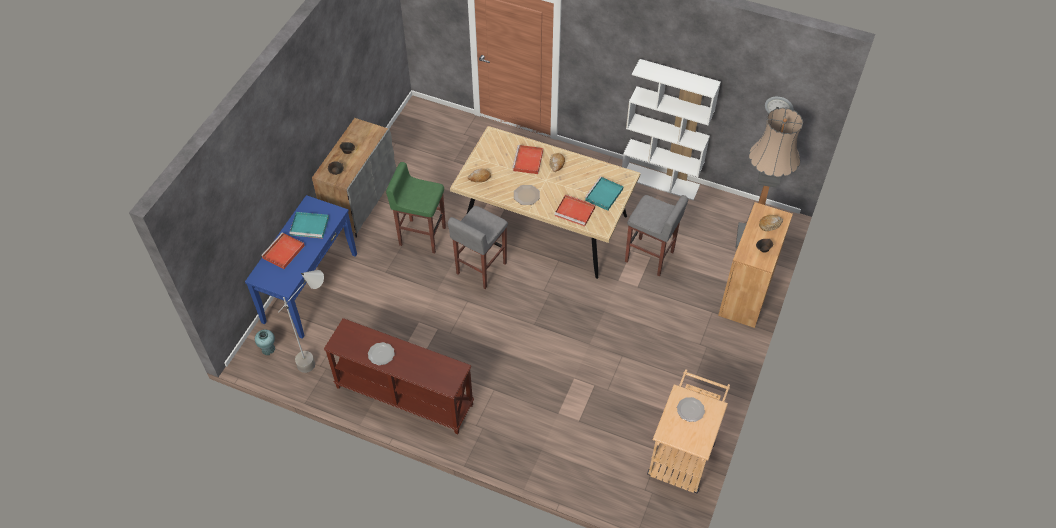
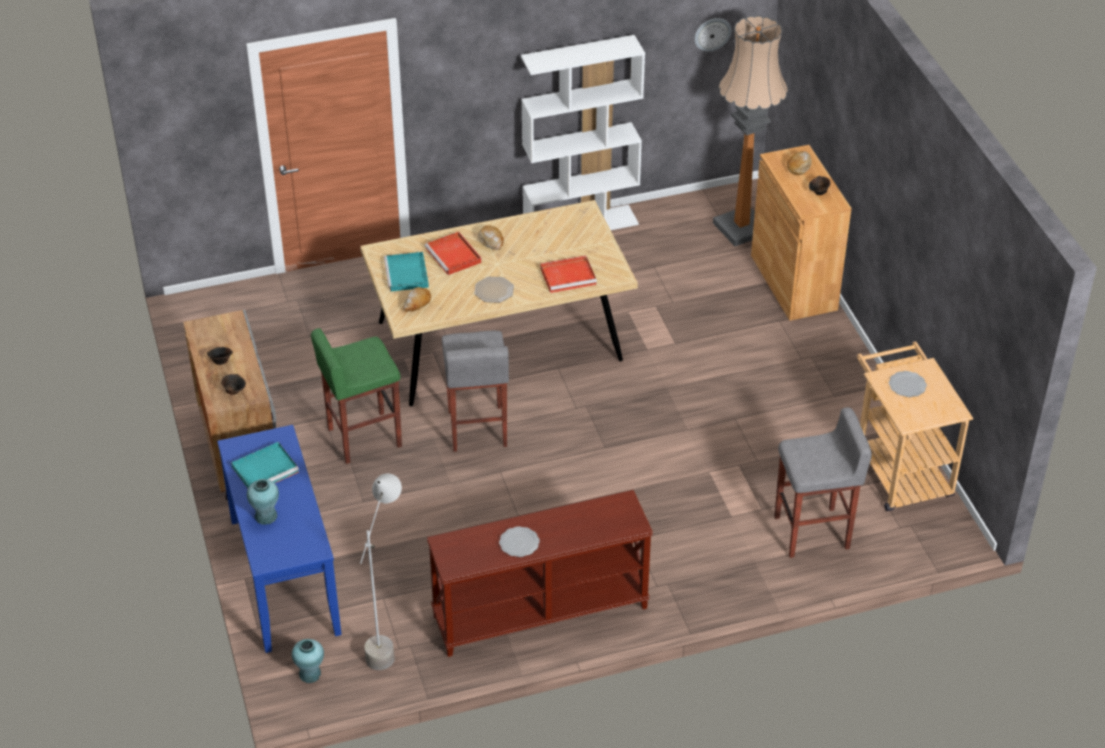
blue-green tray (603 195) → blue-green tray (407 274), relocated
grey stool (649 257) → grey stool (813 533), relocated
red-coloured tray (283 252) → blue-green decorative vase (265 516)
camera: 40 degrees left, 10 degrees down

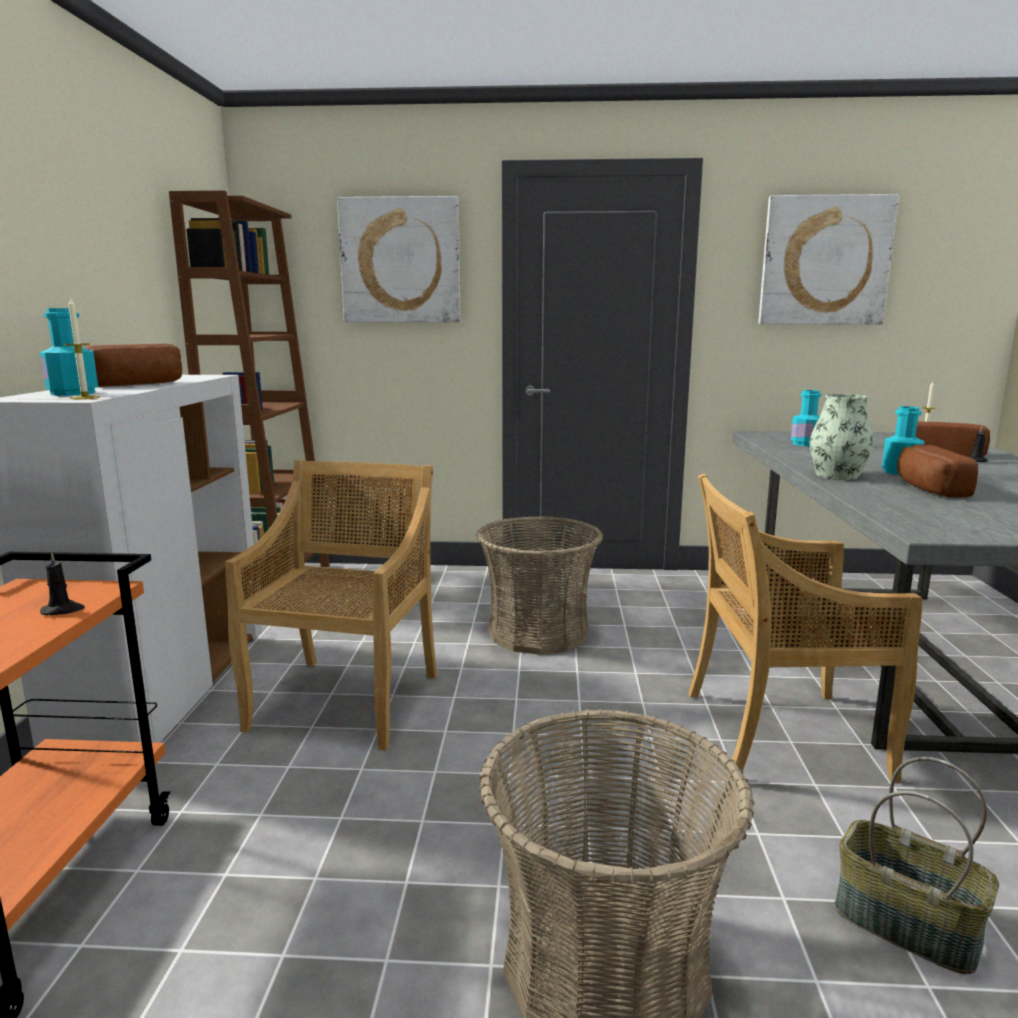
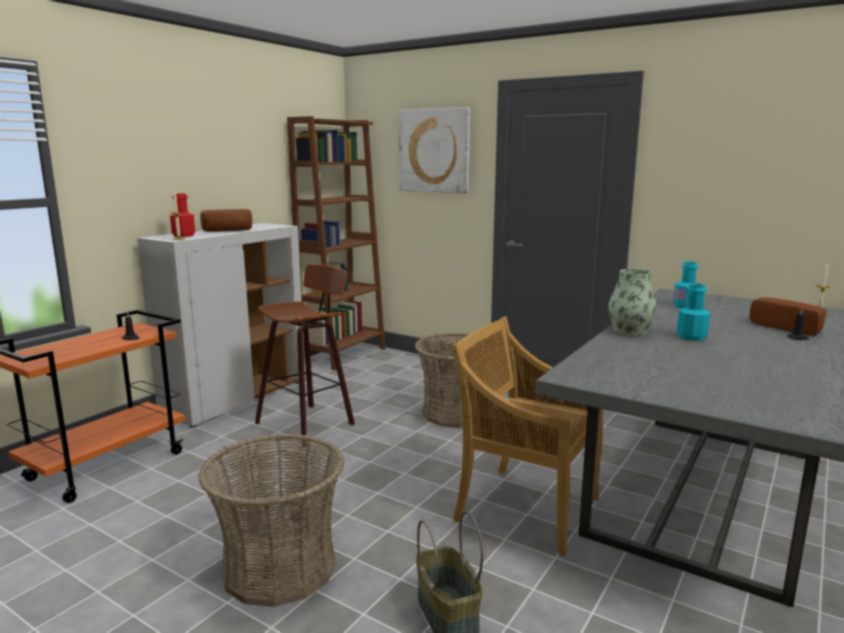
wall art (824 261) → -
blue-green drink bottle (73 393) → red-coloured drink bottle (183 235)
bakery bread (926 488) → -
beige plain chair (346 700) → stool (308 423)
camera: 30 degrees right, 0 degrees up

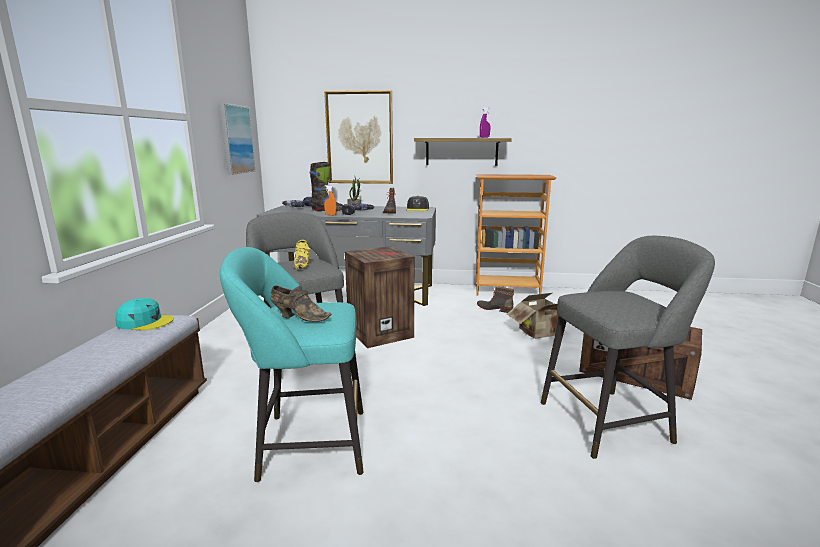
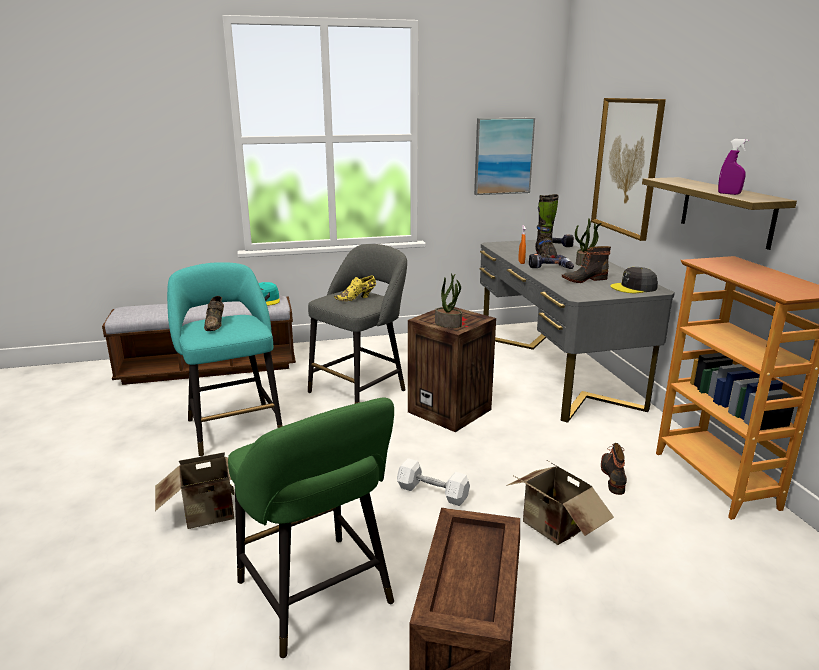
grey stool (610 421) → green stool (318 598)
- → plant in a pot (448 324)
- → cardboard box (212 515)
- → white free weight (432 492)
camera: 70 degrees right, 5 degrees up

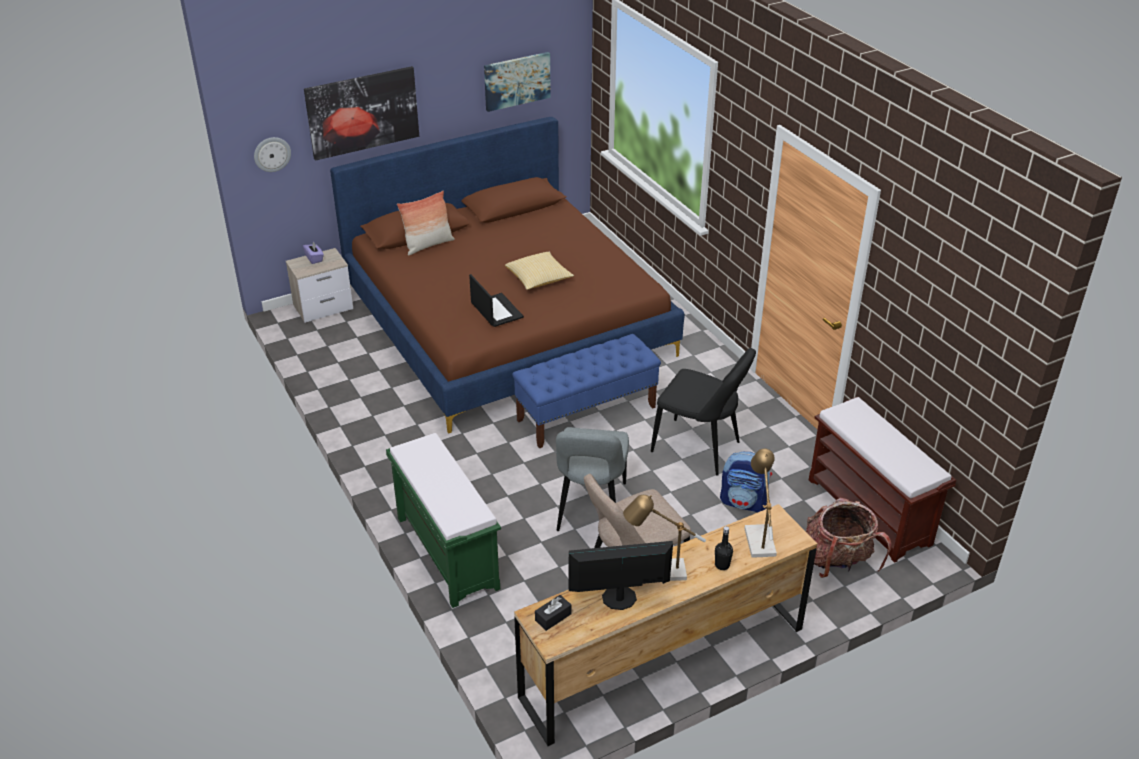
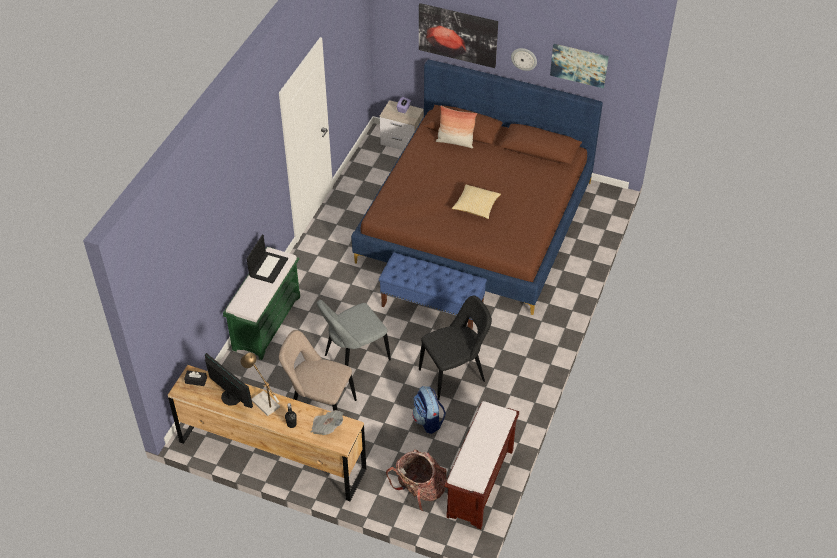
wall clock (272 154) → wall clock (524 58), relocated
portable computer (496 310) → portable computer (268 267), relocated
blackish plain chair (699 448) → blackish plain chair (455 374), 105 degrees counterclockwise
tabletop lamp (758 537) → newspaper (327 427)
camera: 50 degrees right, 10 degrees up

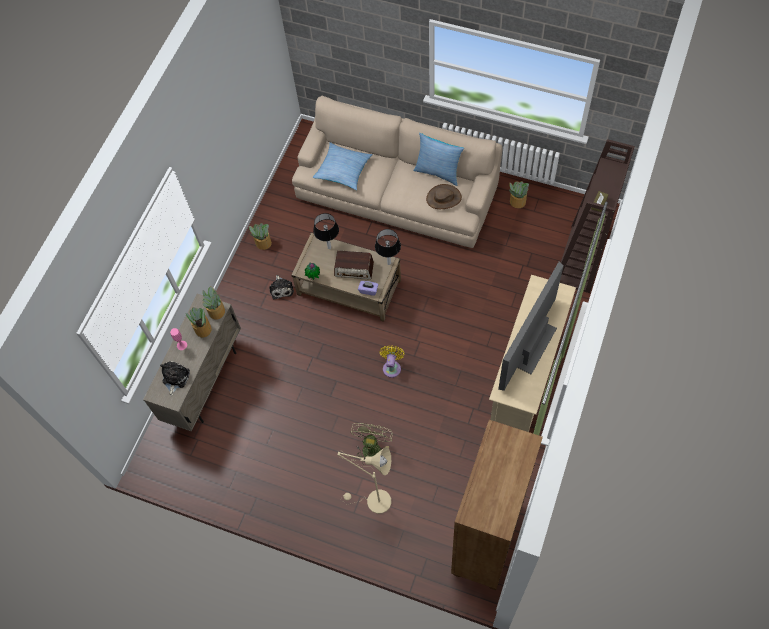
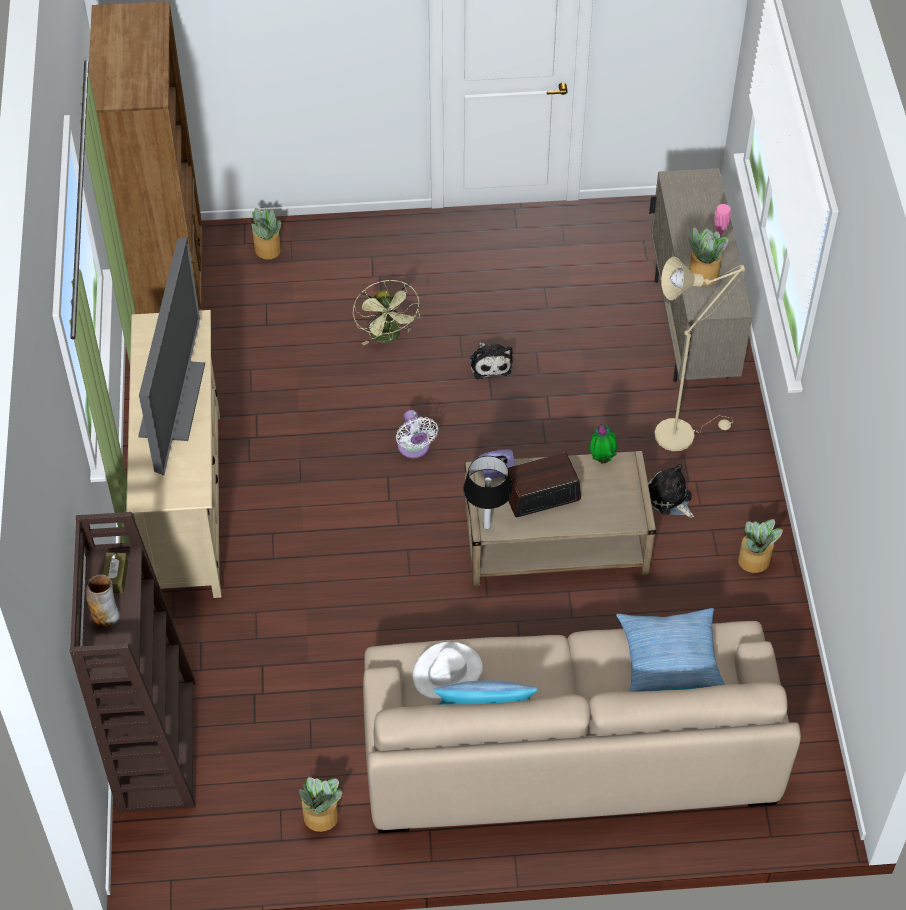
brown-coloured hat (443 198) → white hat (447 672)
tabletop lamp (329 247) → -
plant in a pot (216 311) → plant in a pot (267 249), relocated
yellow cooling fan (392 367) → white cooling fan (414 448)
plush toy (175 378) → plush toy (490 363), relocated
beige floor lamp (374 501) → beige floor lamp (681 432), relocated
- → decorative vase (106 616)
camera: 150 degrees right, 10 degrees down

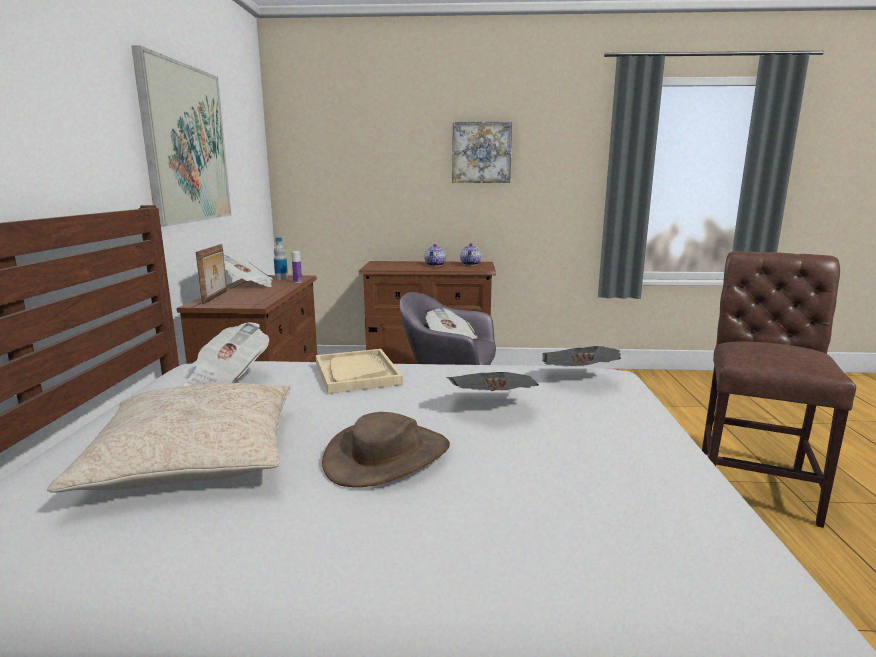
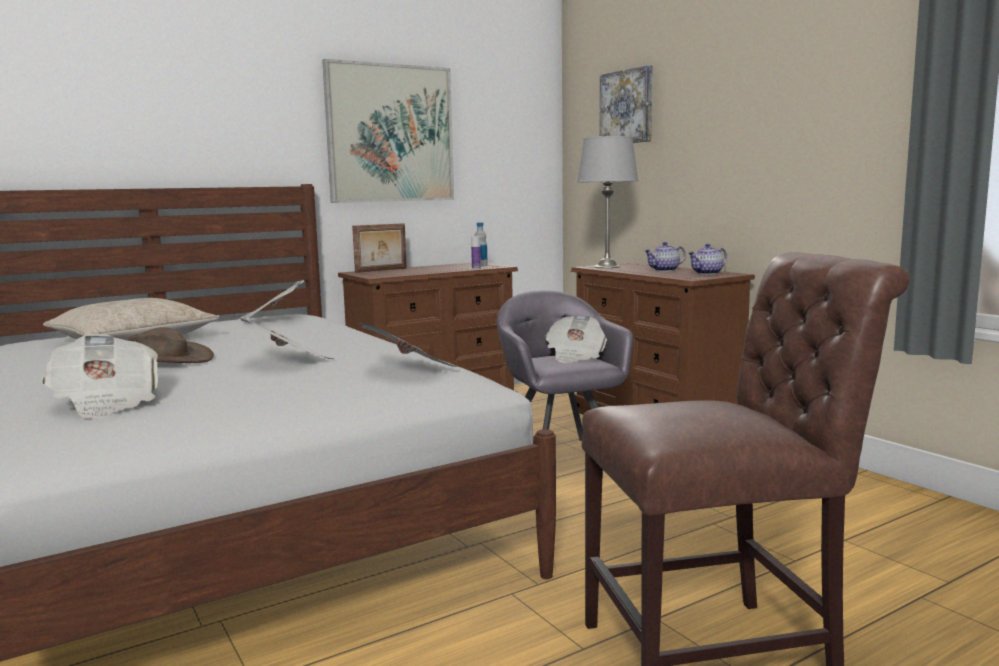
wall art (481 153) → wall art (627 107), relocated
newspaper (247 285) → newspaper (106 403), relocated
beige tray (356 373) → -
- → grey tabletop lamp (606 267)
camera: 55 degrees right, 5 degrees down

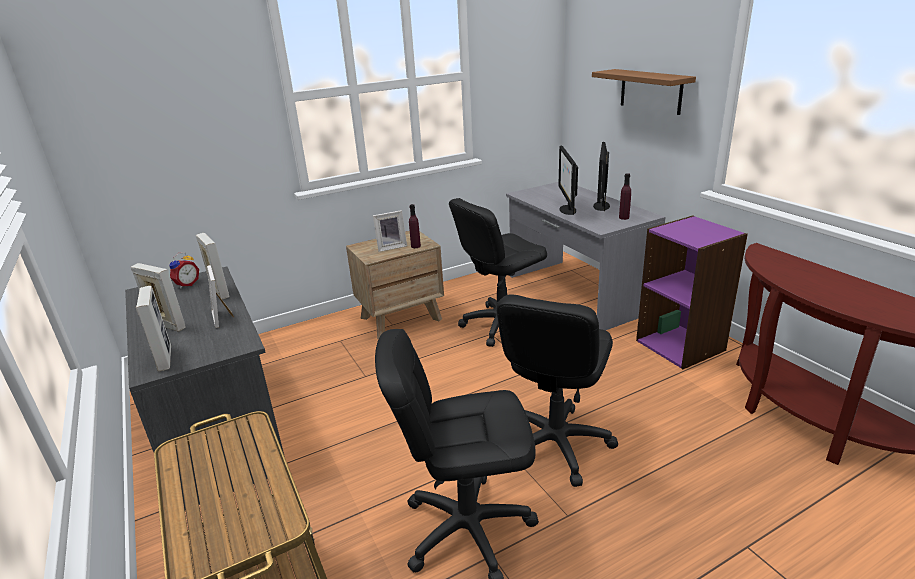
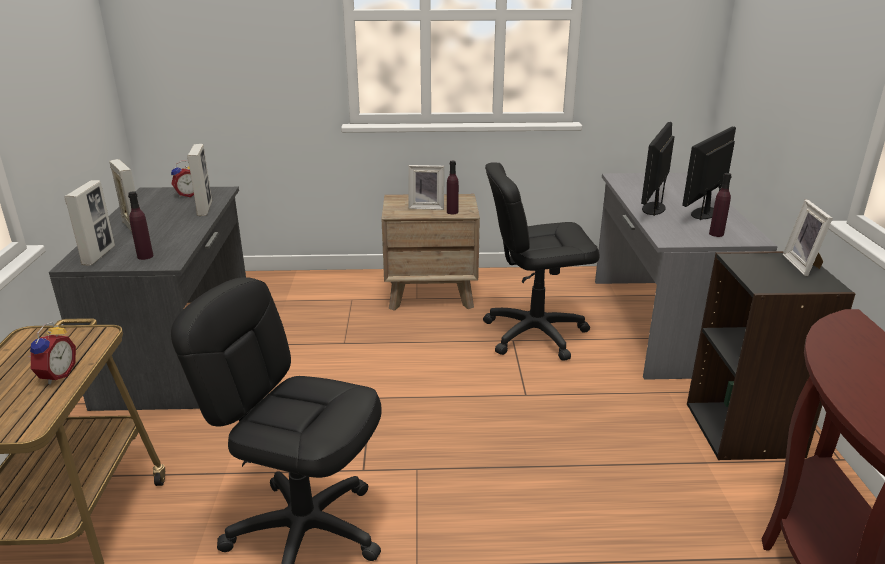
brown-coloured wall shelf (650 91) → -
purplish bookcase (681 345) → blackish bookcase (745 430)
picture frame (223 317) → picture frame (804 265), relocated
blackish desk chair (555 444) → -
- → purplish drink bottle (145 256)
- → bedside clock (56 375)
camera: 25 degrees right, 0 degrees up

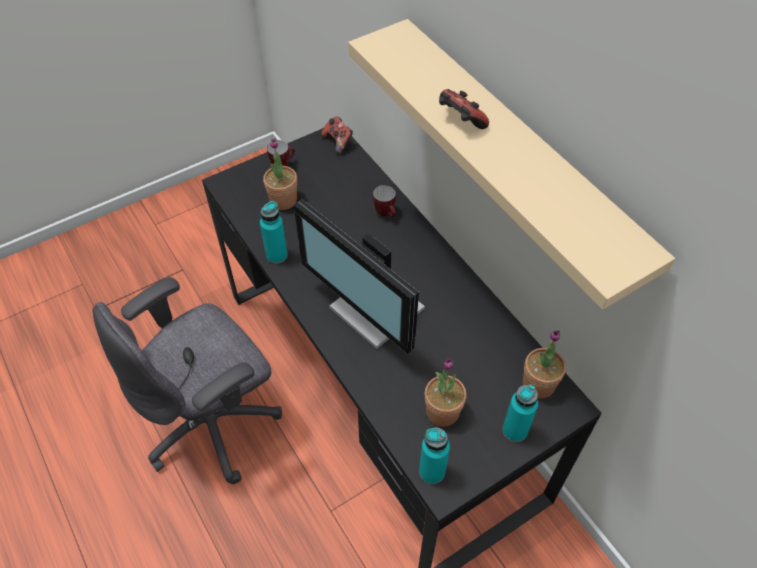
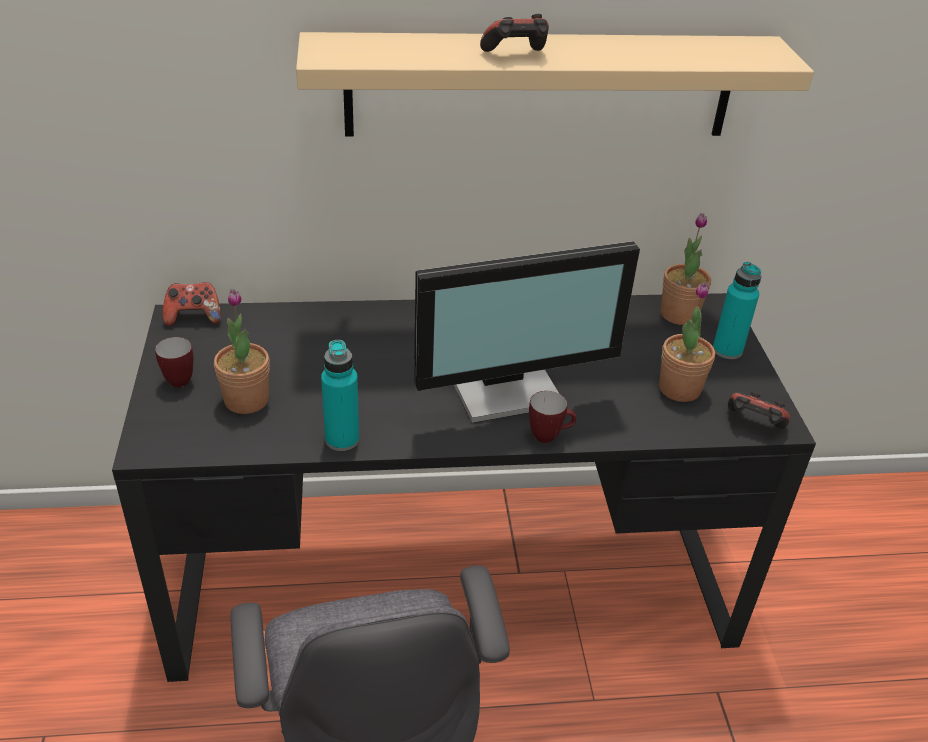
mug (386 214) → mug (549 436), relocated
blue-green drink bottle (432 471) → game controller (753 425)
camera: 65 degrees left, 15 degrees down

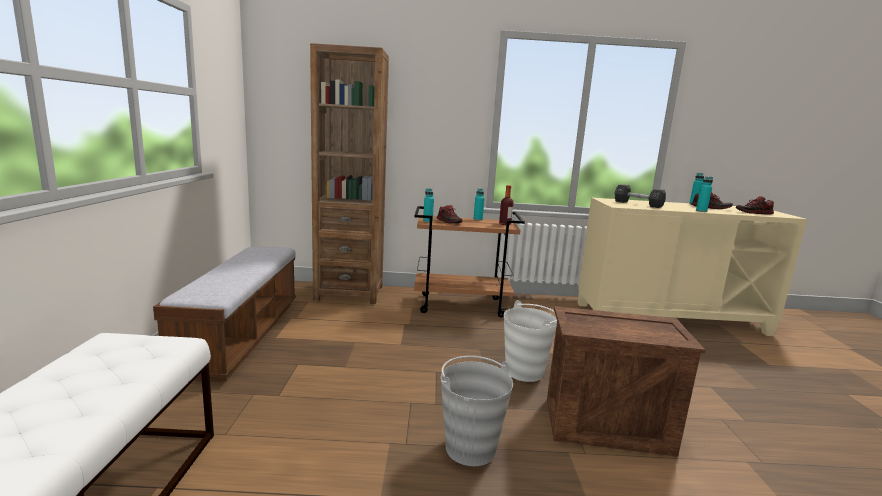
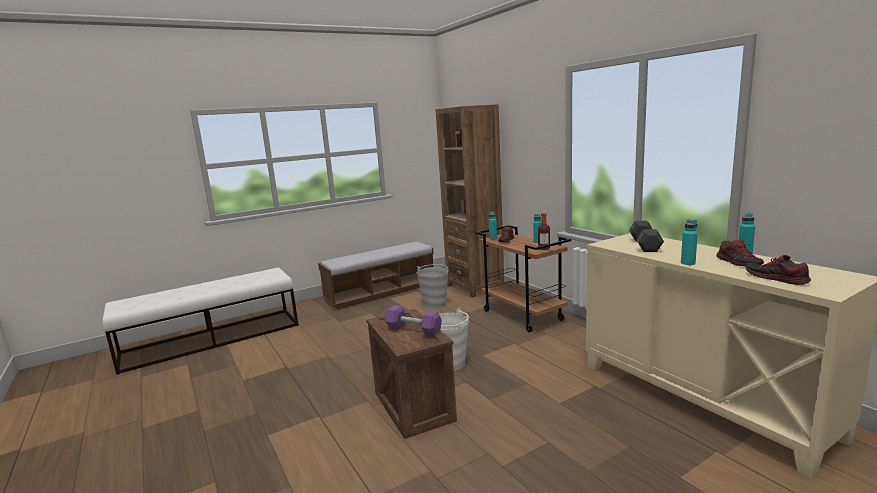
grey bucket (470 448) → grey bucket (435 304), relocated
- → purplish free weight (414 330)
camera: 60 degrees right, 0 degrees up

